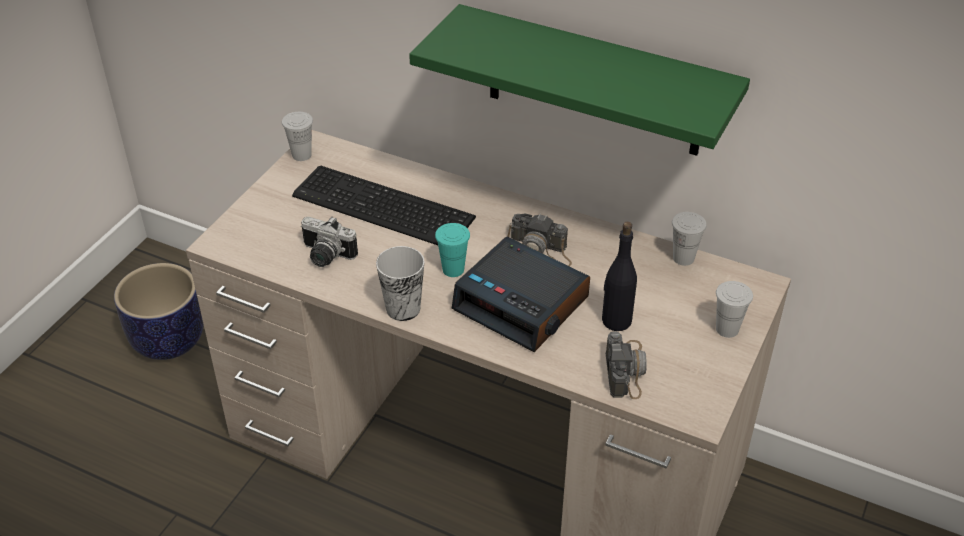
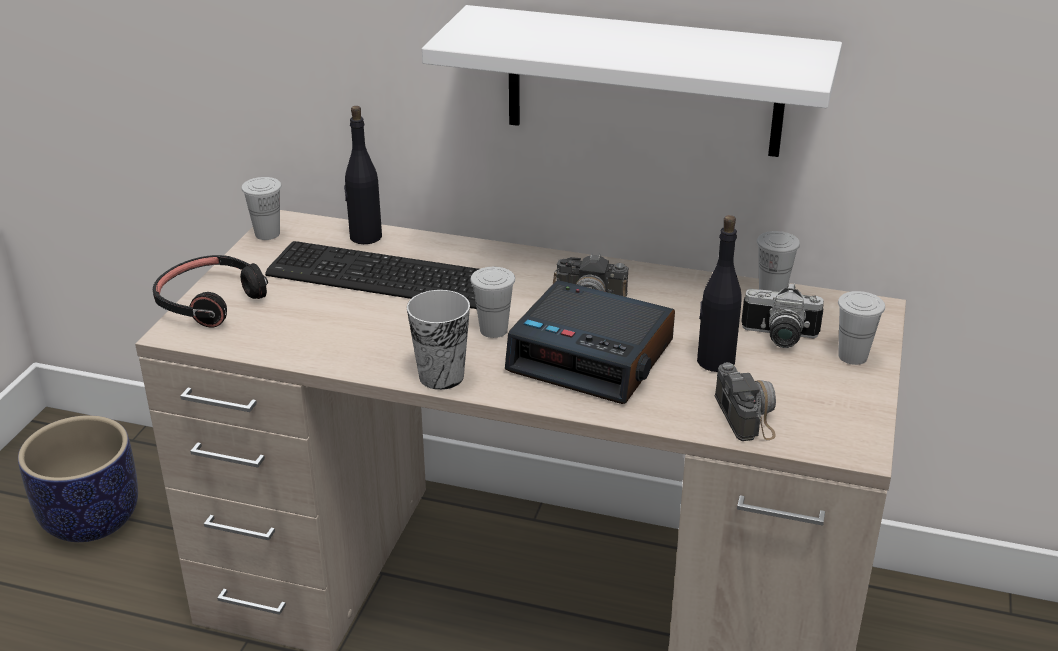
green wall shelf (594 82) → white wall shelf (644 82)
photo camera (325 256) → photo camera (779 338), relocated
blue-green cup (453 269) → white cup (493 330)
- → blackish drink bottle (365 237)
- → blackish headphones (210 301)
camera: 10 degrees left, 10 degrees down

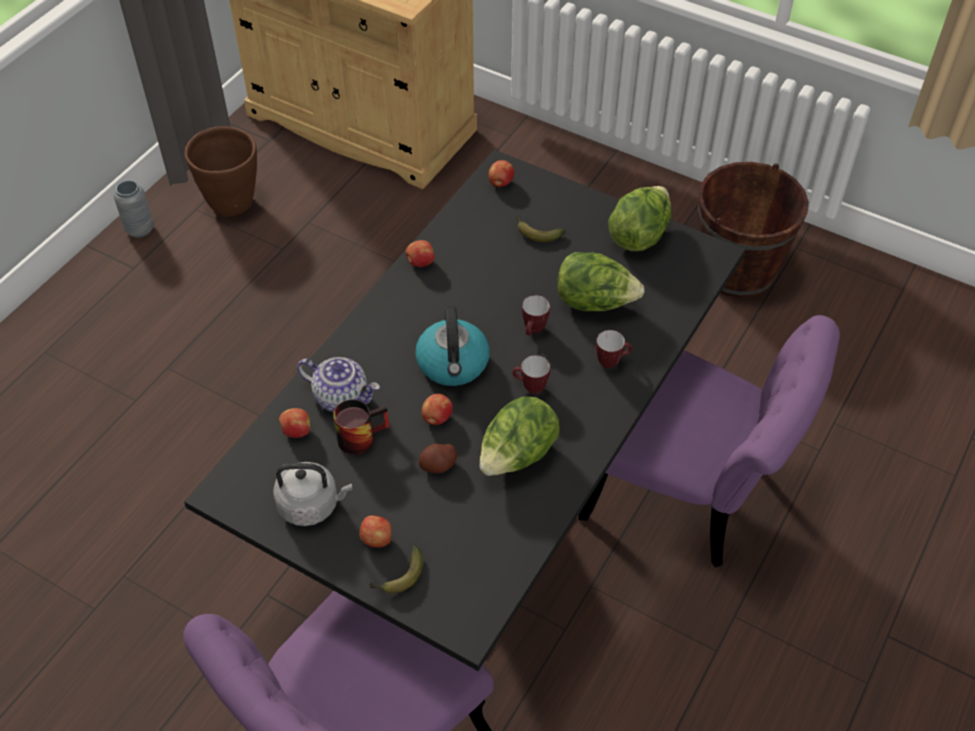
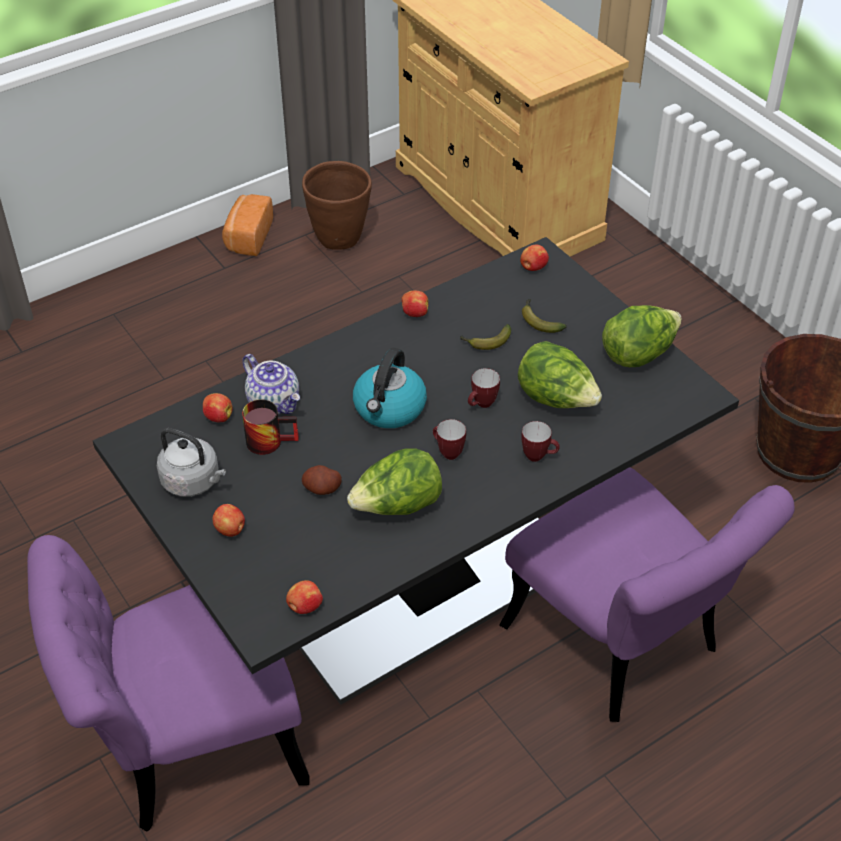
grey decorative vase (140 230) → bakery bread (247 237)
apple (436 418) → apple (304 607), relocated
banana (399 577) → banana (486 342), relocated
camera: 25 degrees right, 5 degrees down

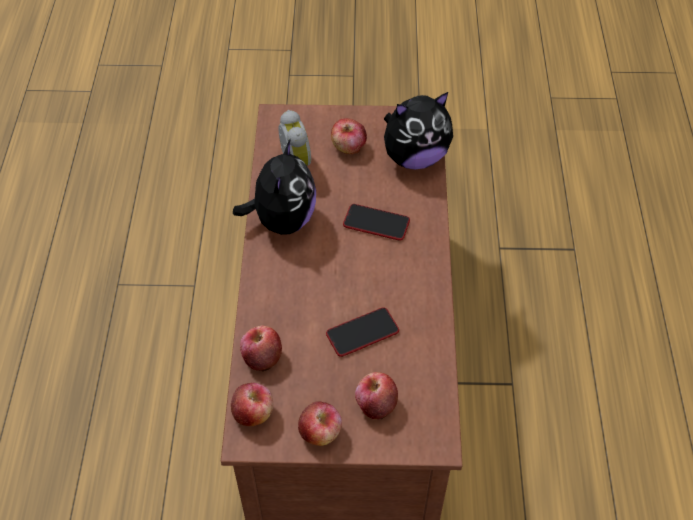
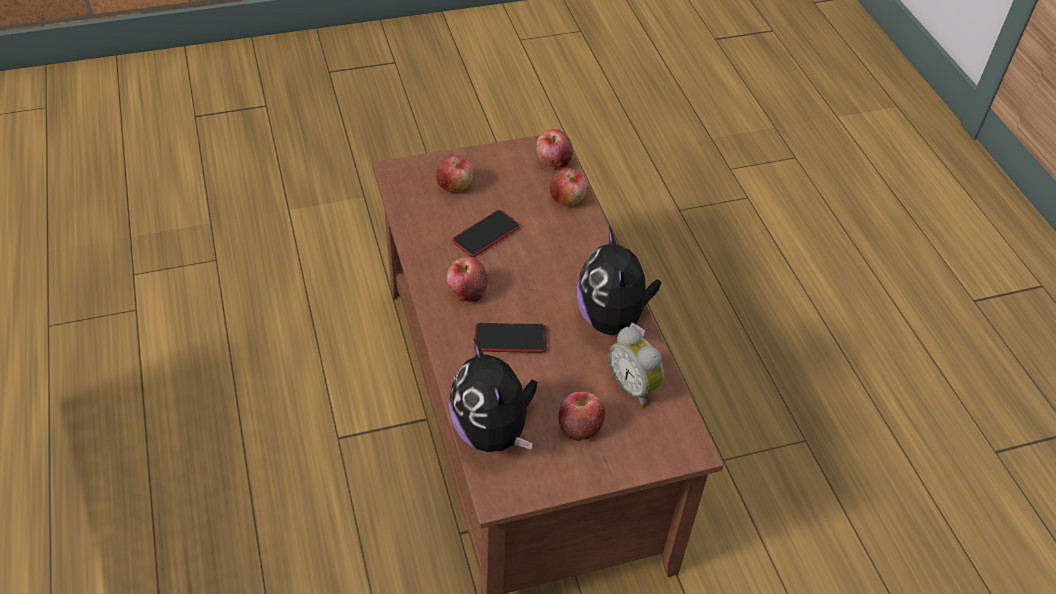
plush toy (414 157) → plush toy (493 432), 75 degrees counterclockwise
apple (320 432) → apple (467 291), relocated
camera: 160 degrees right, 5 degrees down

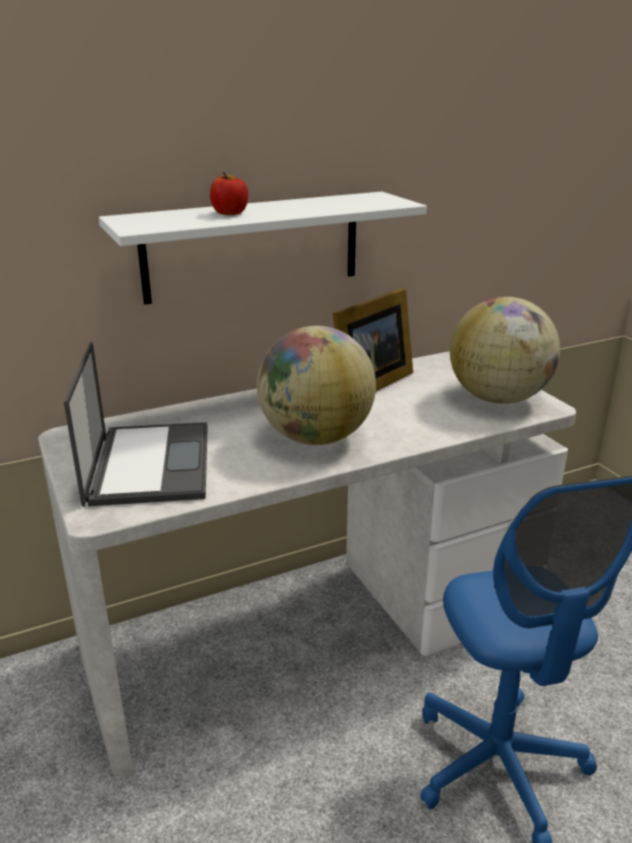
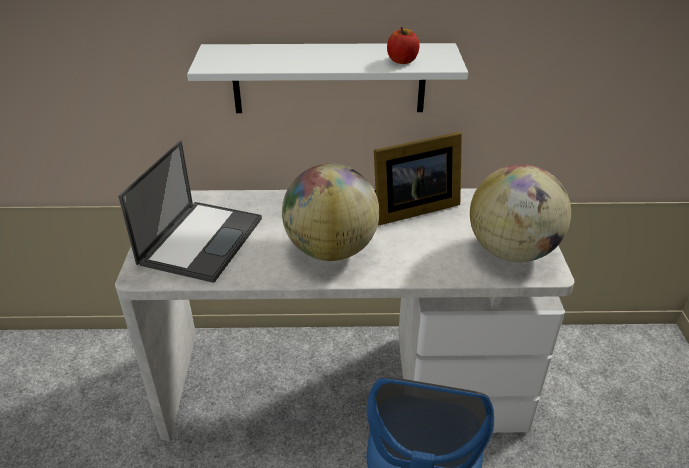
apple (230 213) → apple (402 61), relocated
camera: 25 degrees right, 10 degrees up

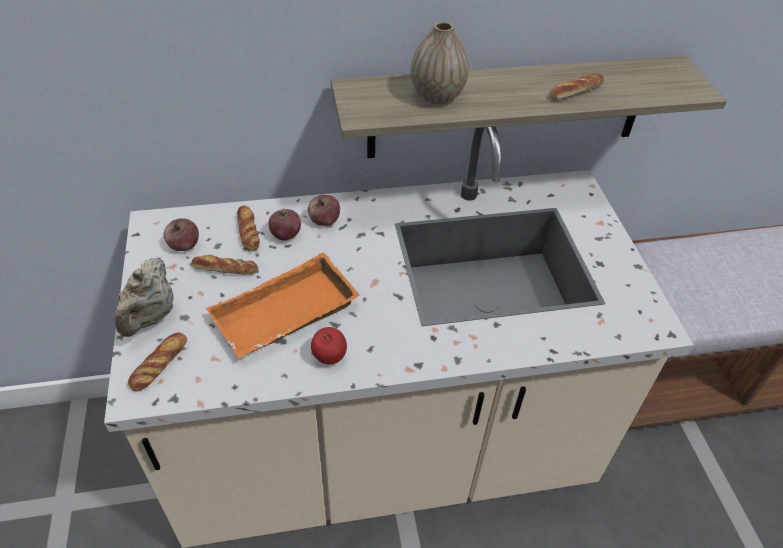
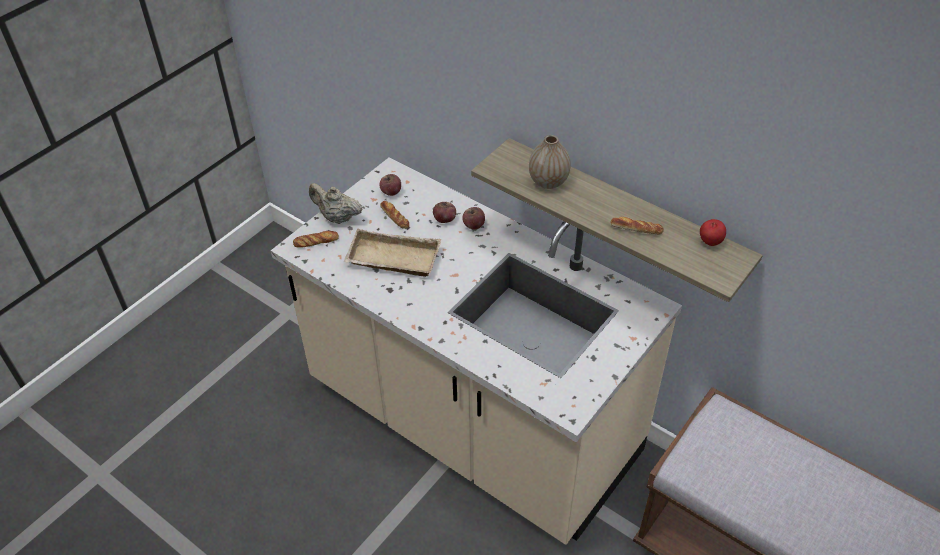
bakery bread (248 231) → -
orange tray (285 317) → beige tray (391 260)
beige teapot (150 317) → beige teapot (337 217), 60 degrees clockwise
apple (329 358) → apple (710 242), relocated
camera: 50 degrees right, 0 degrees up

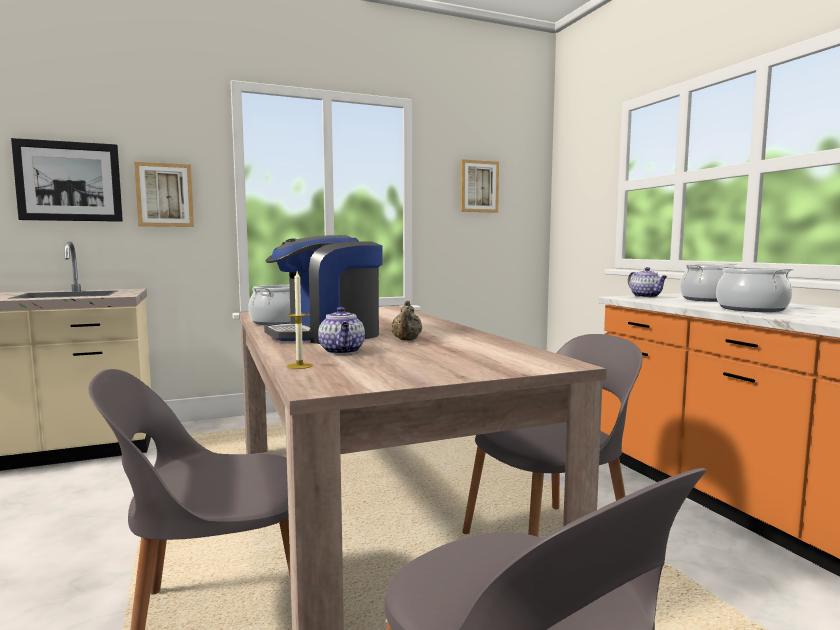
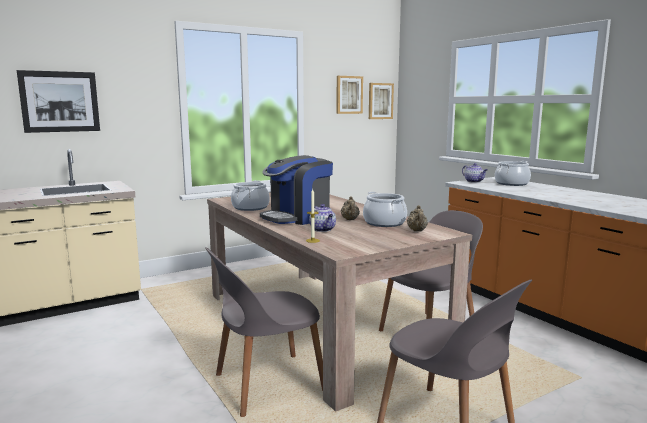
wall art (165 195) → wall art (380 101), relocated
stockpot (751 309) → stockpot (384 223), relocated
- → beige teapot (417 231)
camera: 10 degrees left, 5 degrees up

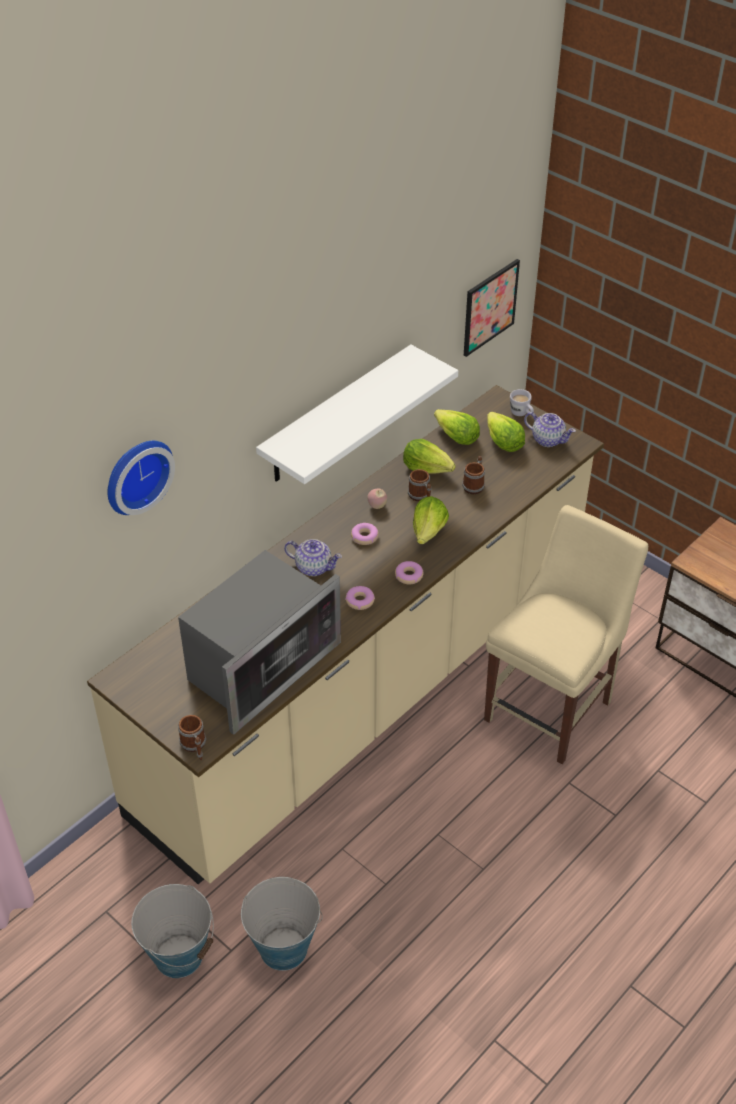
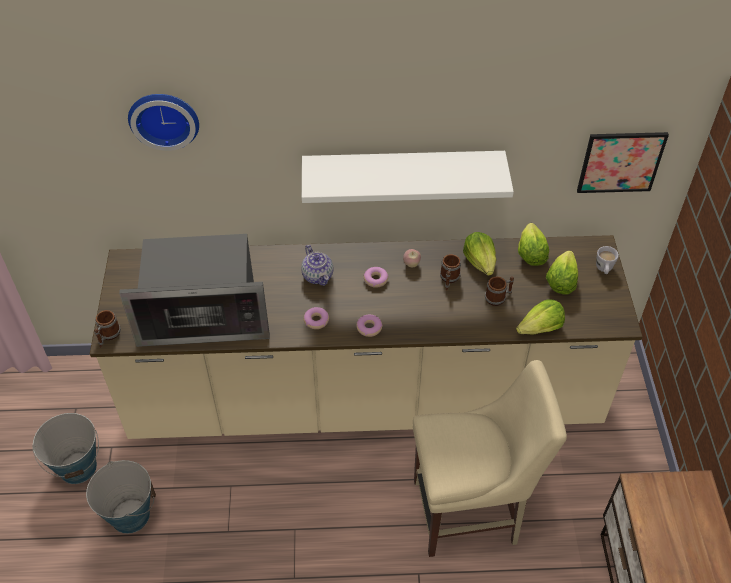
teapot (548 440) → -
head of lettuce (428 531) → head of lettuce (540 328), relocated
camera: 45 degrees right, 5 degrees up

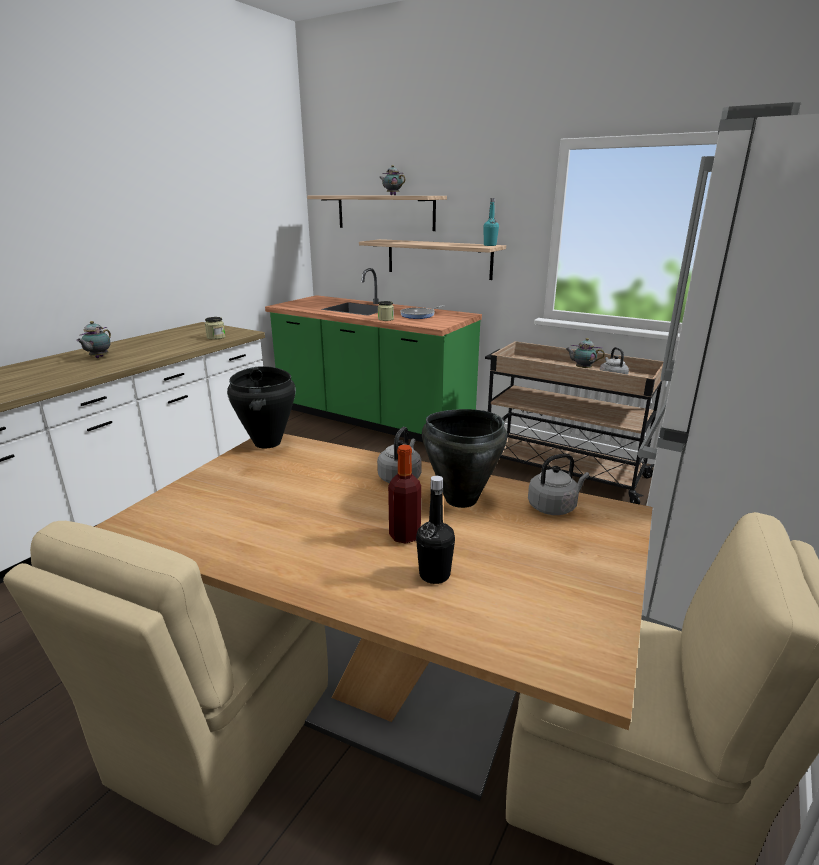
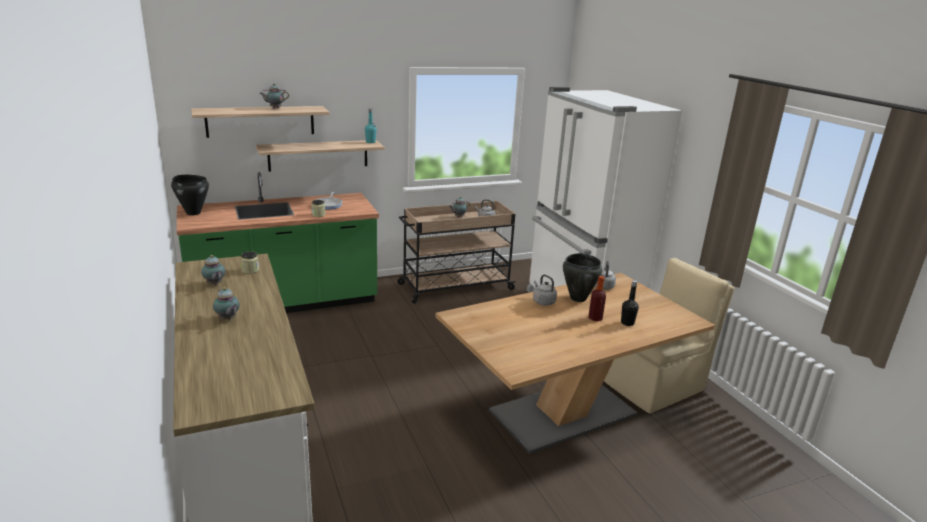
blackish stockpot (268 442) → blackish stockpot (193 213), relocated
beige plain chair (219 738) → -
- → teapot (214 284)
camera: 55 degrees left, 0 degrees up

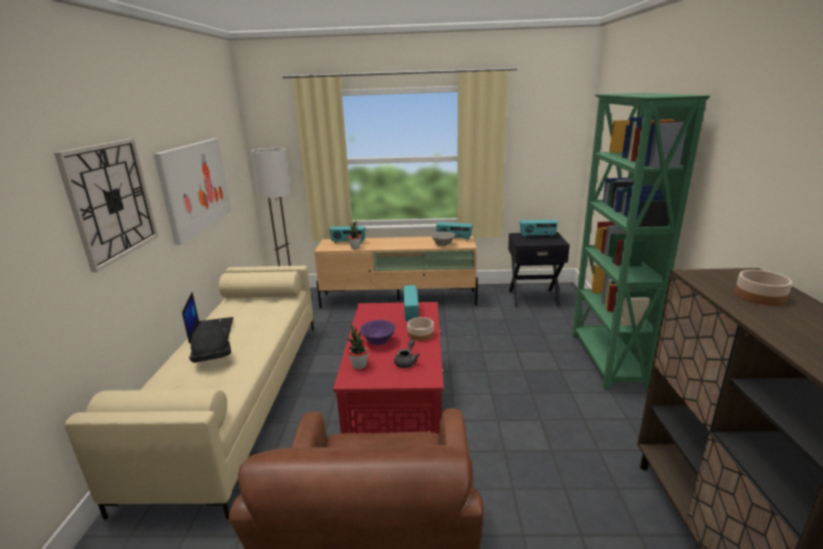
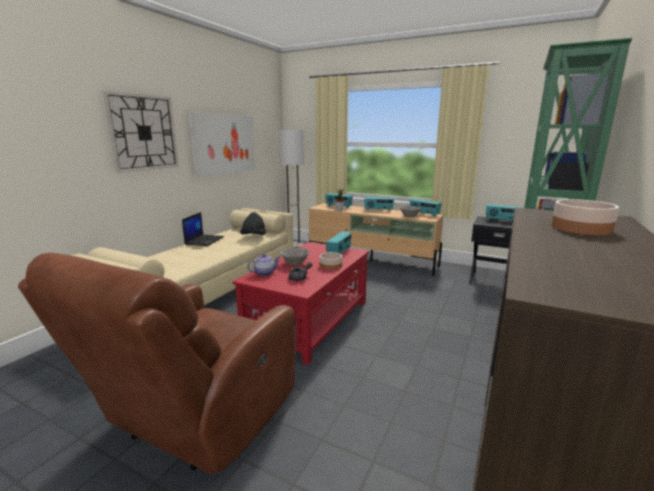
blackish hat (212 359) → blackish hat (253 237), relocated
purplish bowl (378 342) → grey bowl (294 264)
plant in a pot (359 365) → teapot (265 273)
- → radio (378 210)
camera: 25 degrees right, 5 degrees down

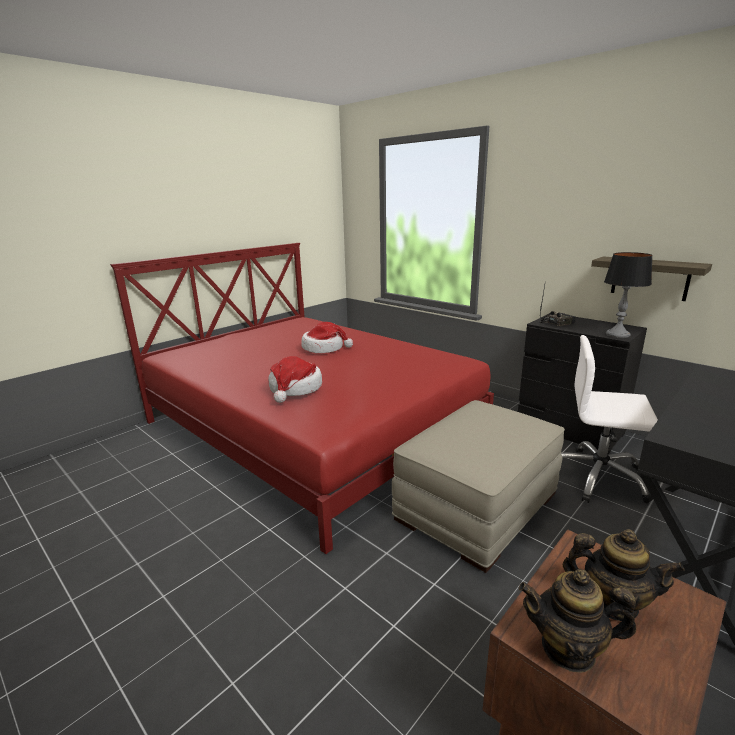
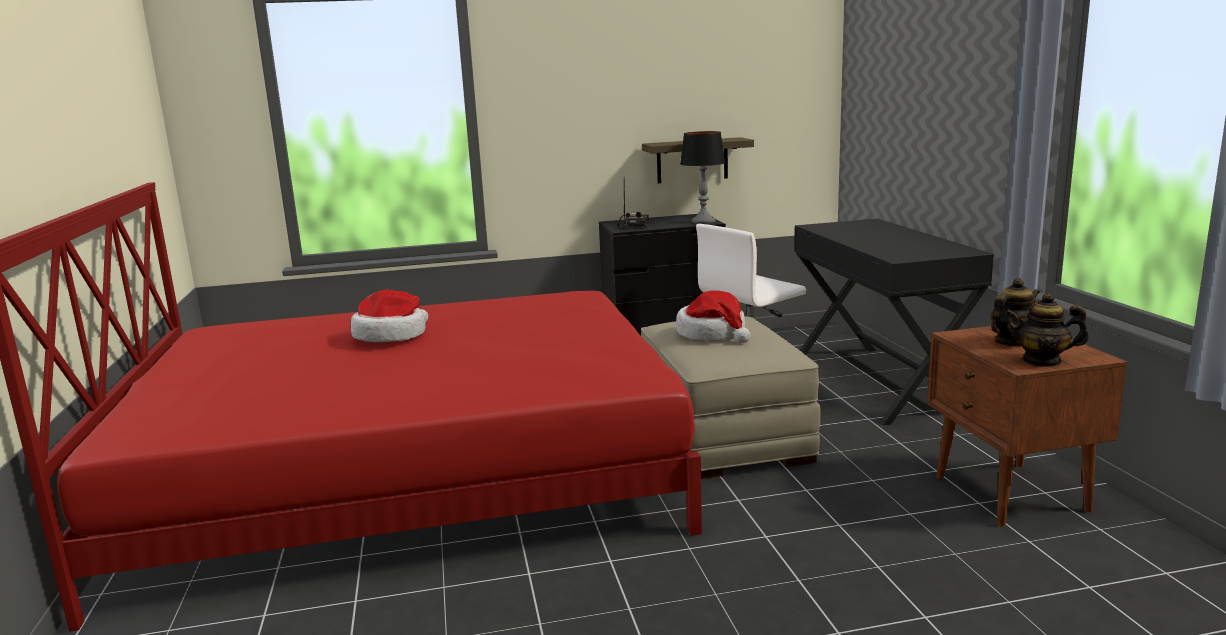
hat (295 389) → hat (712 334), relocated
teapot (568 648) → teapot (1042 361), 60 degrees clockwise
camera: 55 degrees left, 5 degrees down

